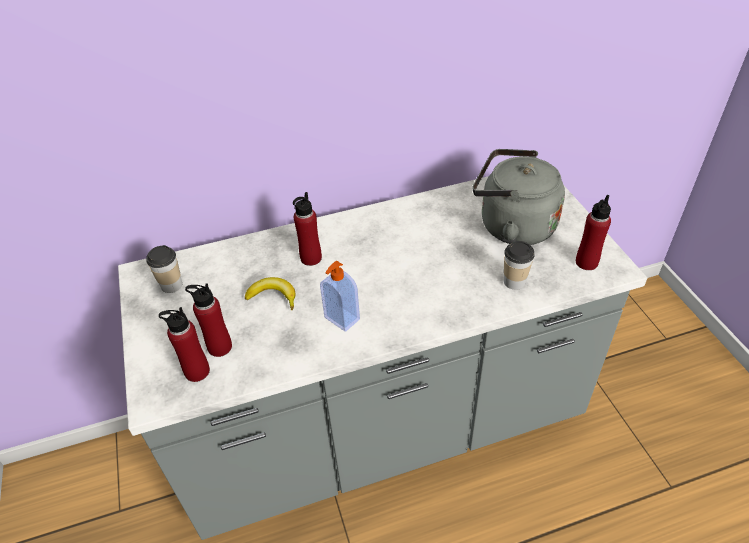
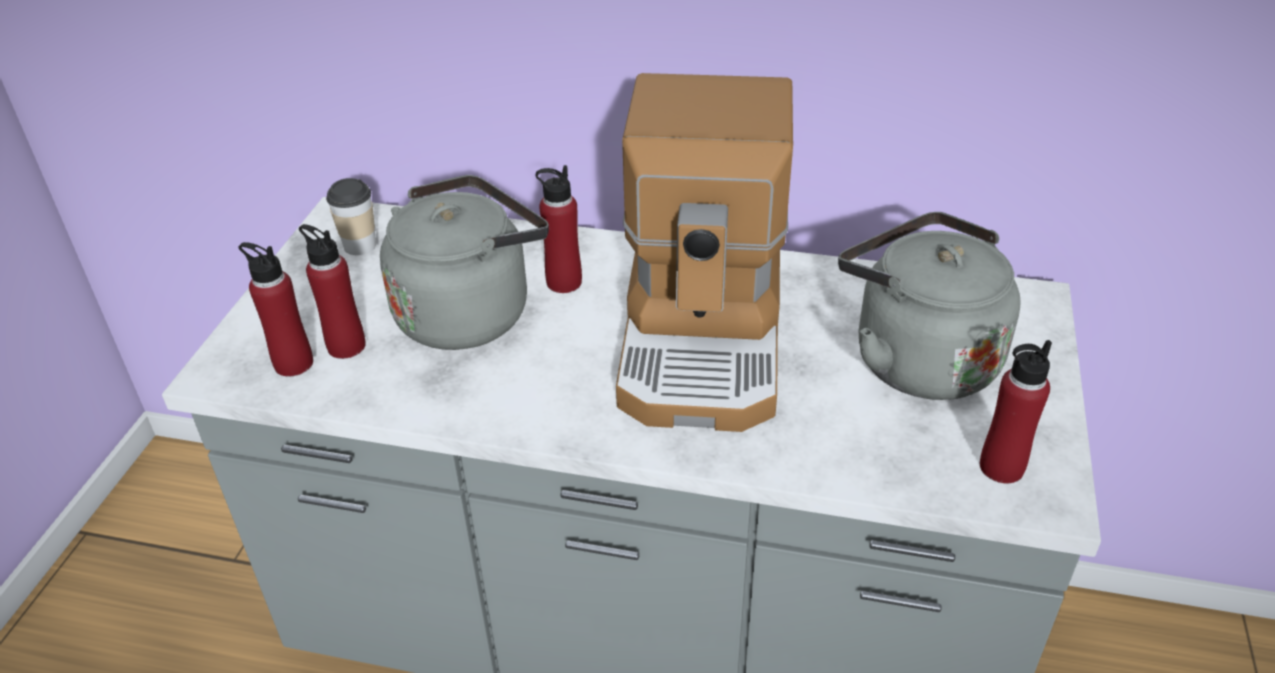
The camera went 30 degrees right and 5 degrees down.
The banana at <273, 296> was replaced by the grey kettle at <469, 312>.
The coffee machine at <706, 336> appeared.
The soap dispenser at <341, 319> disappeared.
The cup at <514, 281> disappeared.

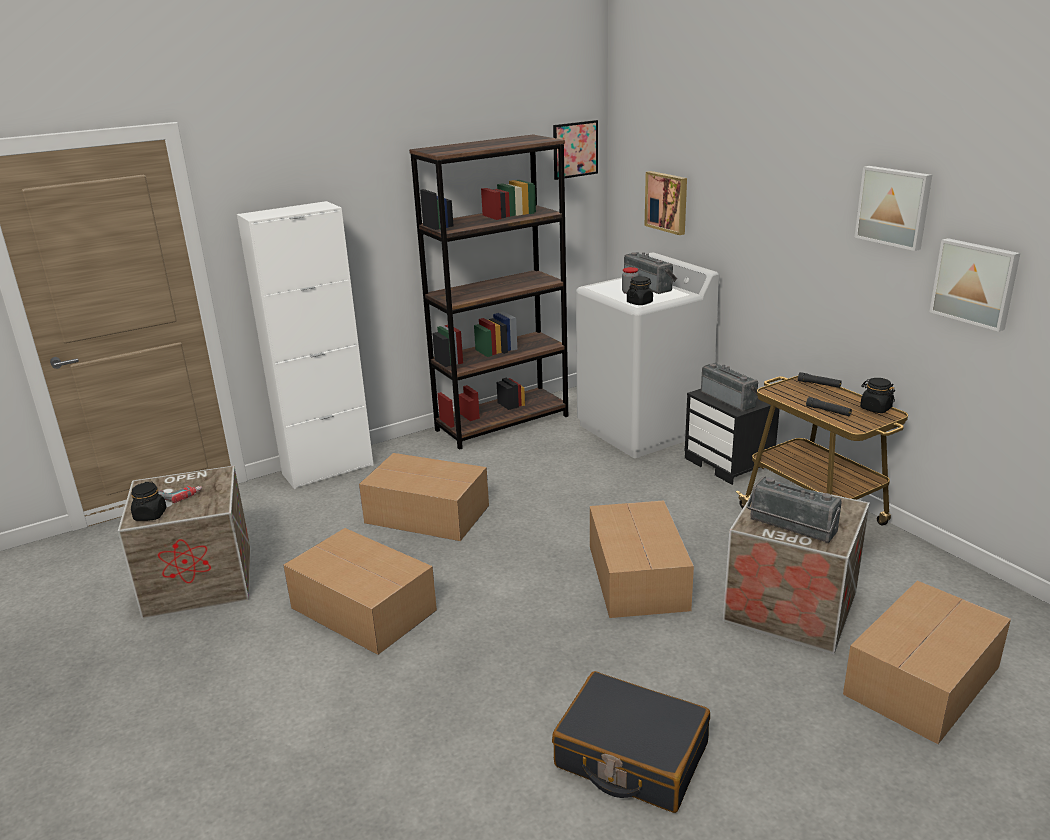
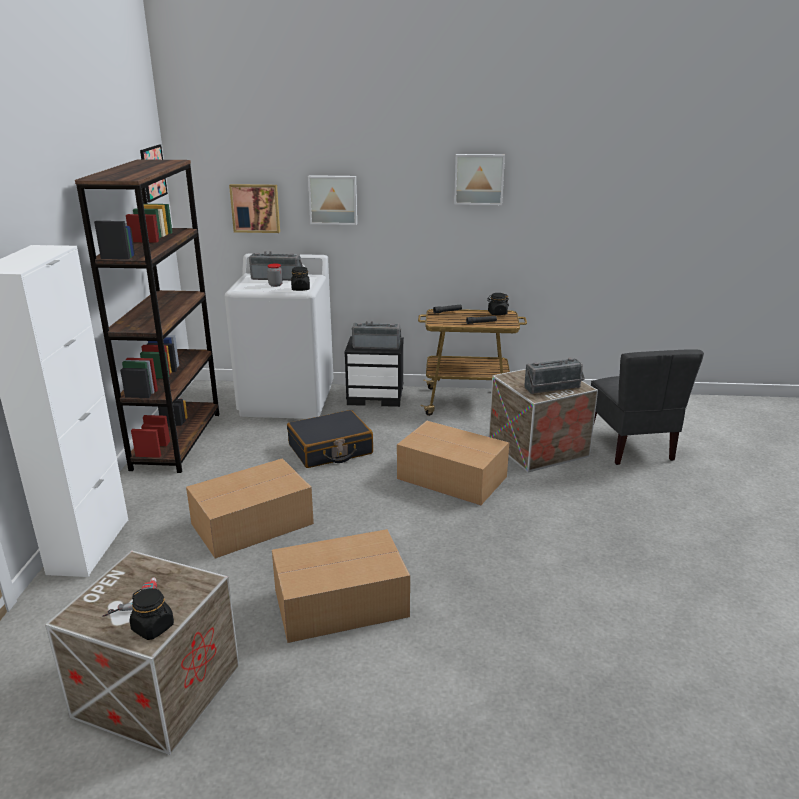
The camera went 55 degrees left and 0 degrees up.
The black suitcase moved from <631, 756> to <330, 450>.
The picture moved from <975, 283> to <333, 199>.
The cardboard box at <919, 681> was replaced by the grey chair at <631, 447>.

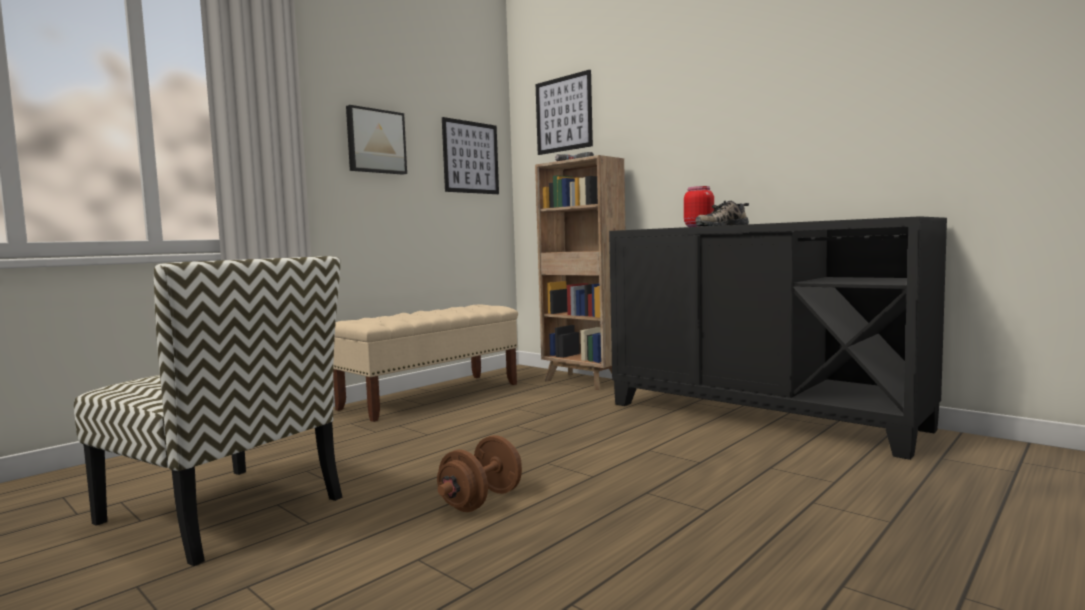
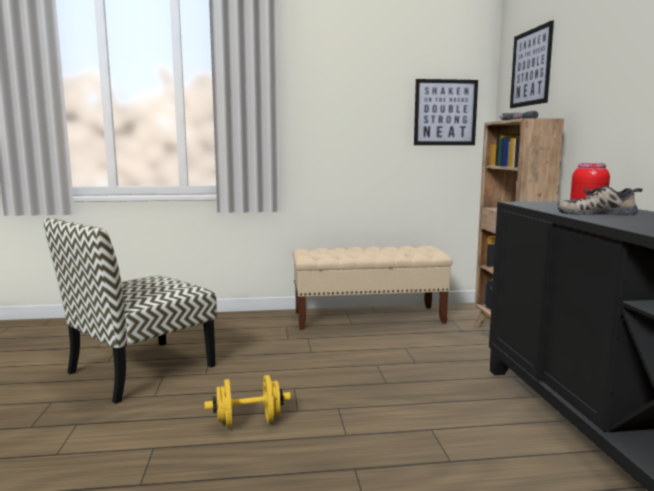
The camera went 40 degrees right and 5 degrees up.
The chair at <225, 510> turned 60 degrees clockwise.
The brown dumbbell at <481, 500> became the yellow dumbbell at <248, 421>.
The picture at <375, 141> disappeared.

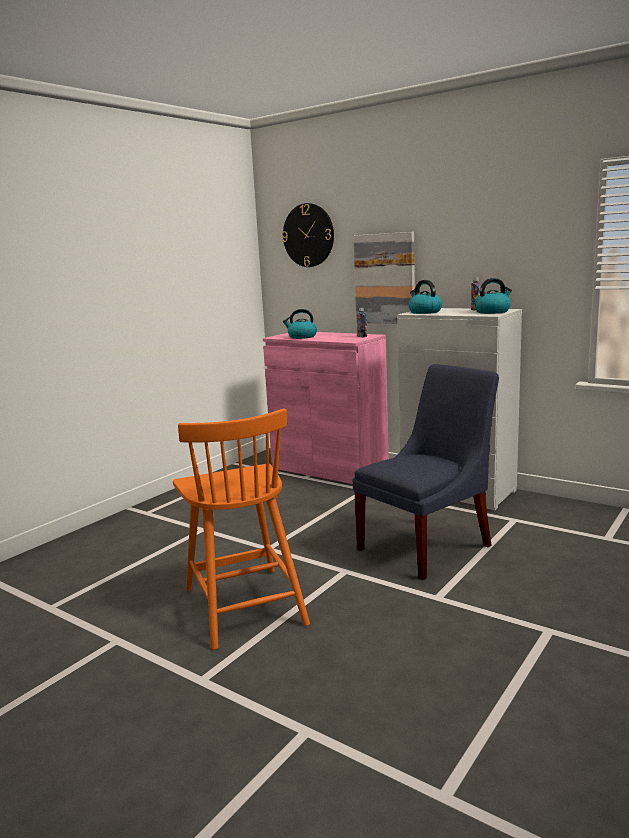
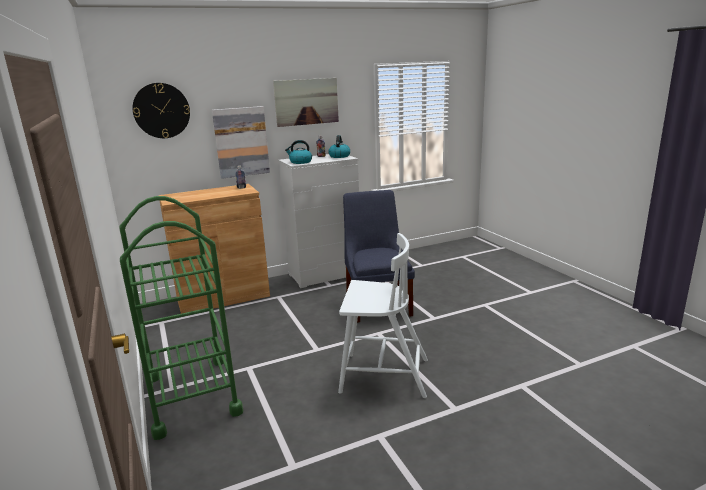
The camera went 60 degrees left and 5 degrees up.
The green cart at <192, 395> appeared.
The pink cabinet at <329, 468> became the brown cabinet at <223, 297>.
The picture at <306, 102> appeared.
The orange chair at <244, 605> became the white chair at <382, 375>.
The kettle at <301, 337> disappeared.

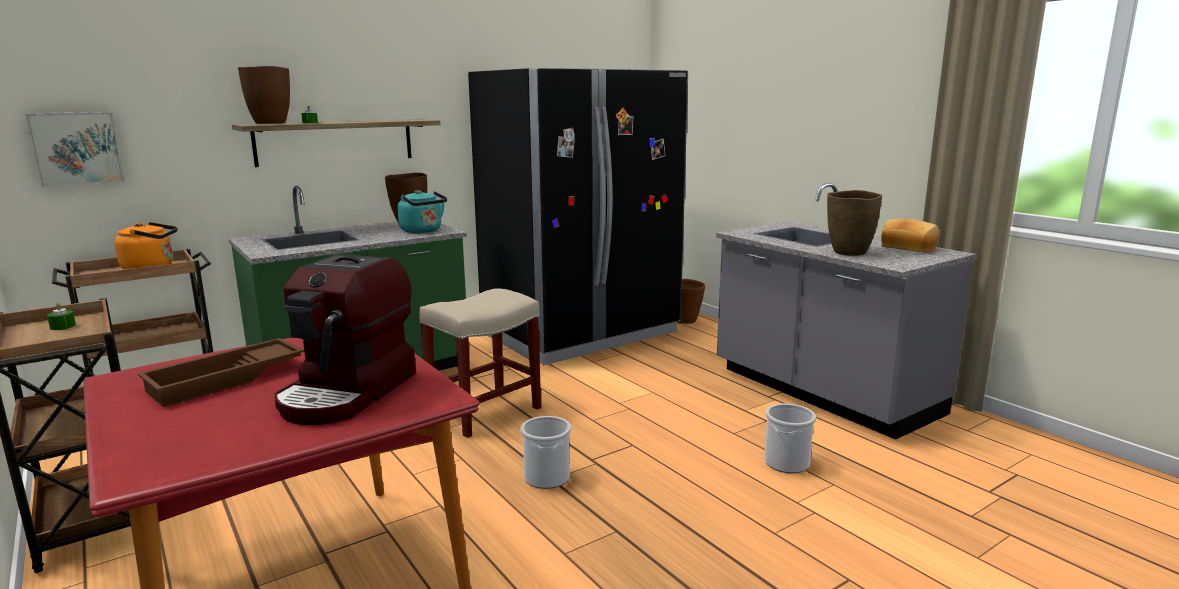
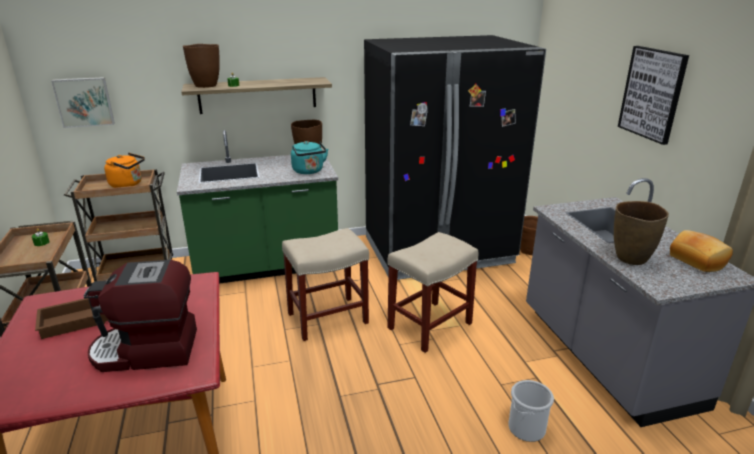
The camera went 20 degrees right and 10 degrees up.
The coffee machine at <348, 392> turned 45 degrees clockwise.
The beige stool at <429, 326> appeared.
The picture at <652, 94> appeared.
The bucket at <547, 478> disappeared.

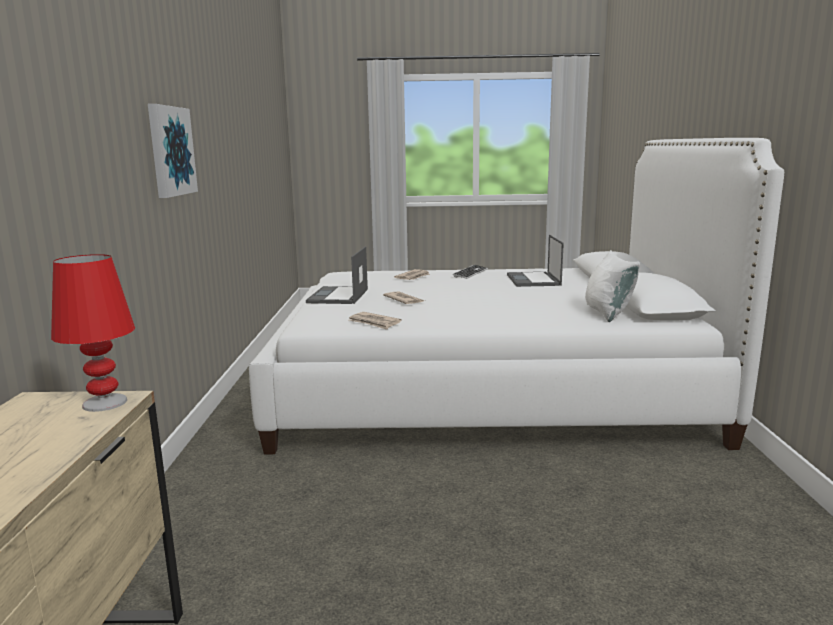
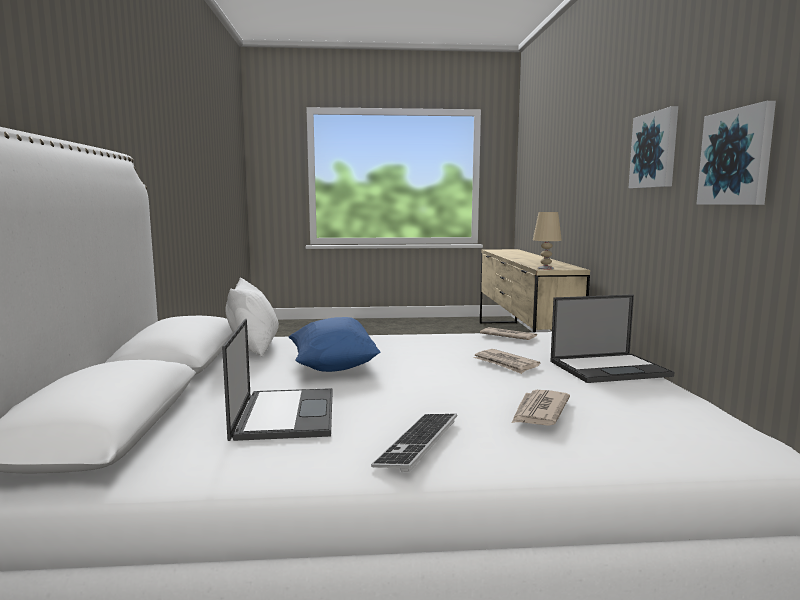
The camera went 175 degrees right and 5 degrees down.
The blue pillow at <333, 366> appeared.
The red table lamp at <105, 403> became the beige table lamp at <545, 268>.
The laptop at <338, 296> turned 75 degrees clockwise.
The picture at <654, 150> appeared.

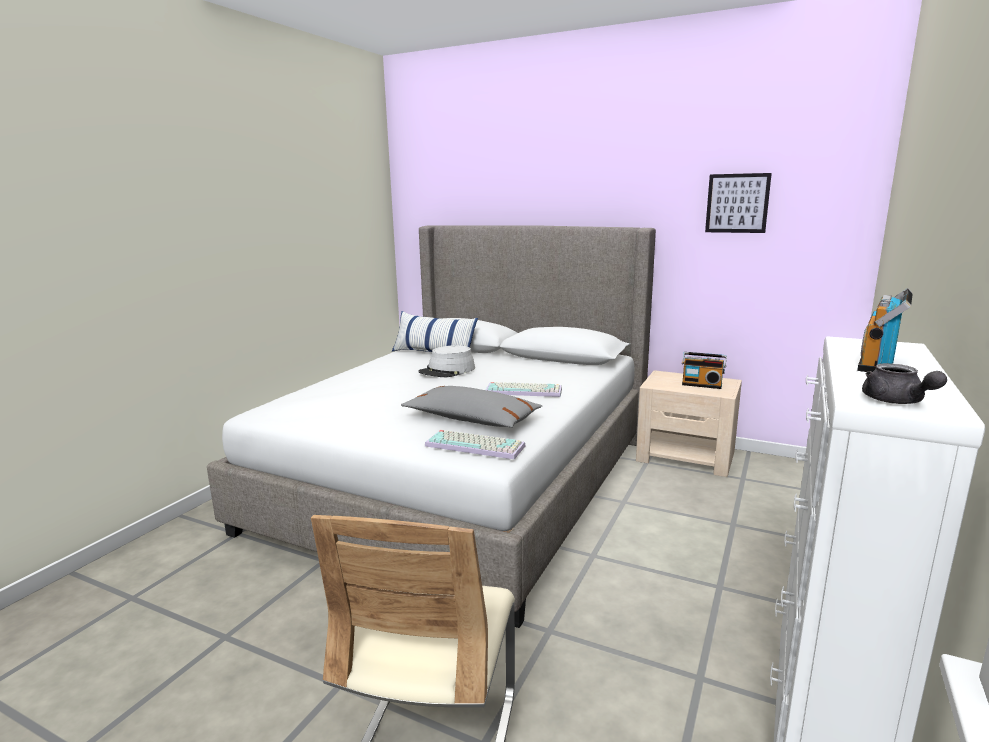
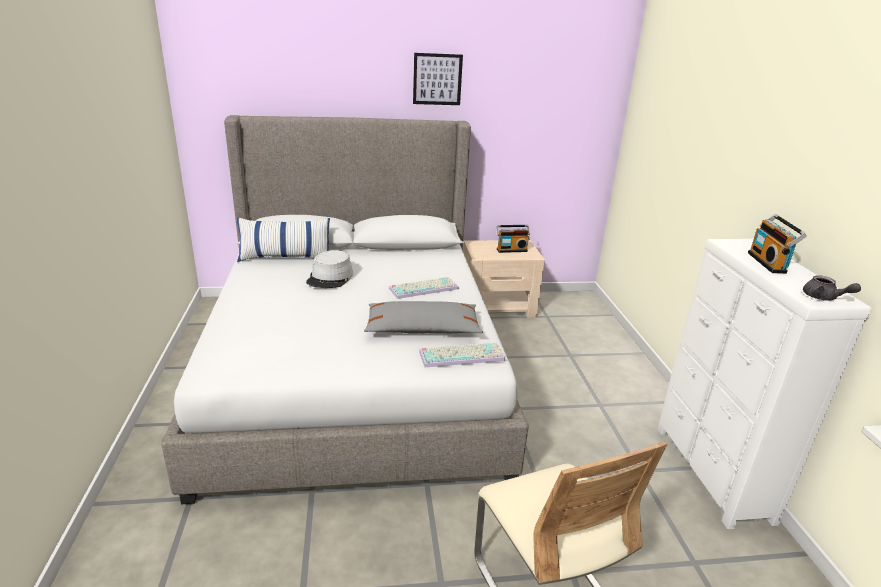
The camera went 35 degrees left and 10 degrees up.
The picture moved from <737, 203> to <437, 79>.

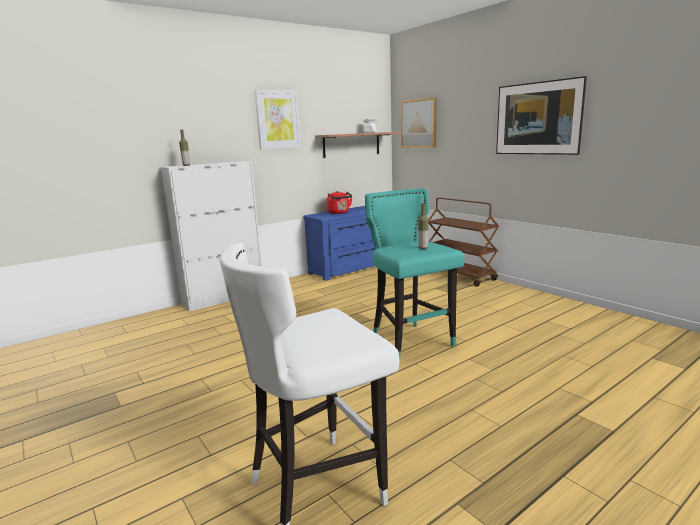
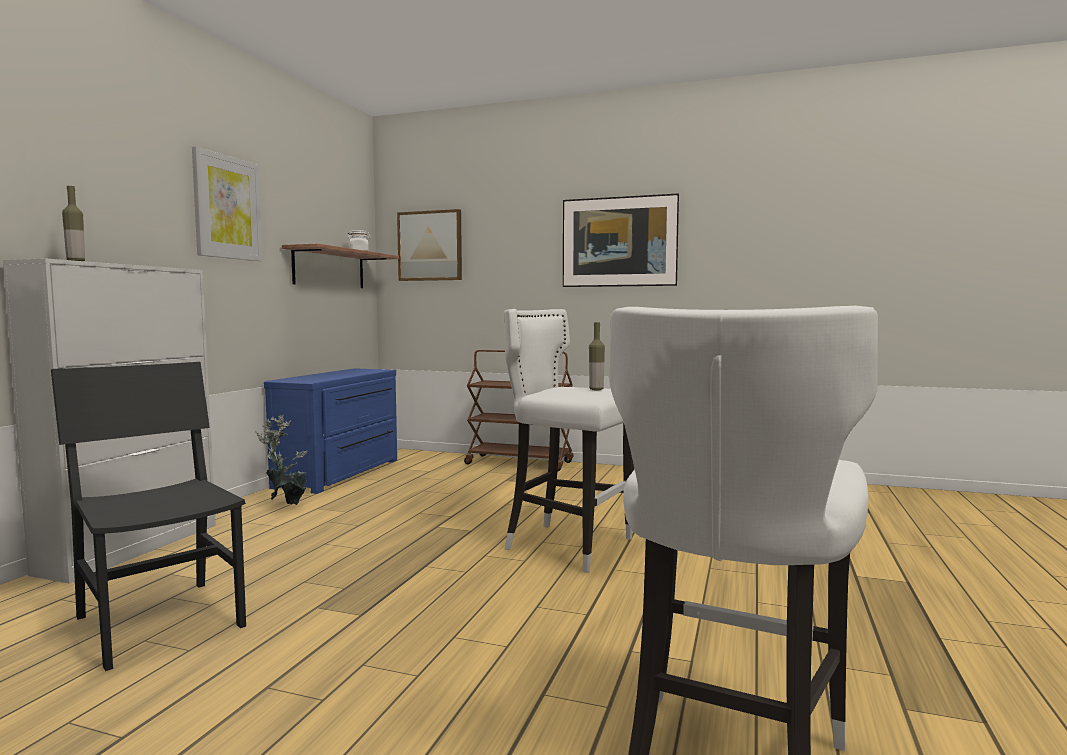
The camera went 35 degrees left and 10 degrees down.
The black chair at <161, 621> appeared.
The potted plant at <286, 504> appeared.
The turquoise stool at <411, 342> became the white stool at <570, 546>.
The red kettle at <339, 213> disappeared.

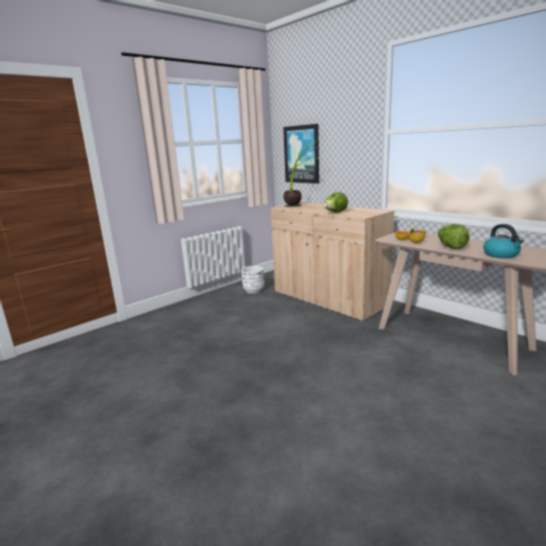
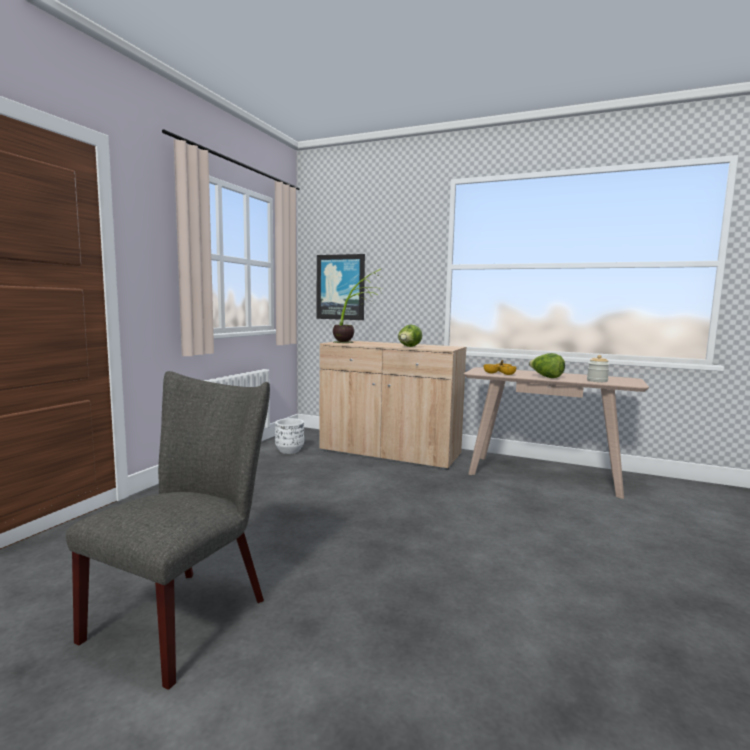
The camera went 25 degrees left and 10 degrees down.
The grey chair at <187, 614> appeared.
The kettle at <501, 255> was replaced by the jar at <597, 381>.

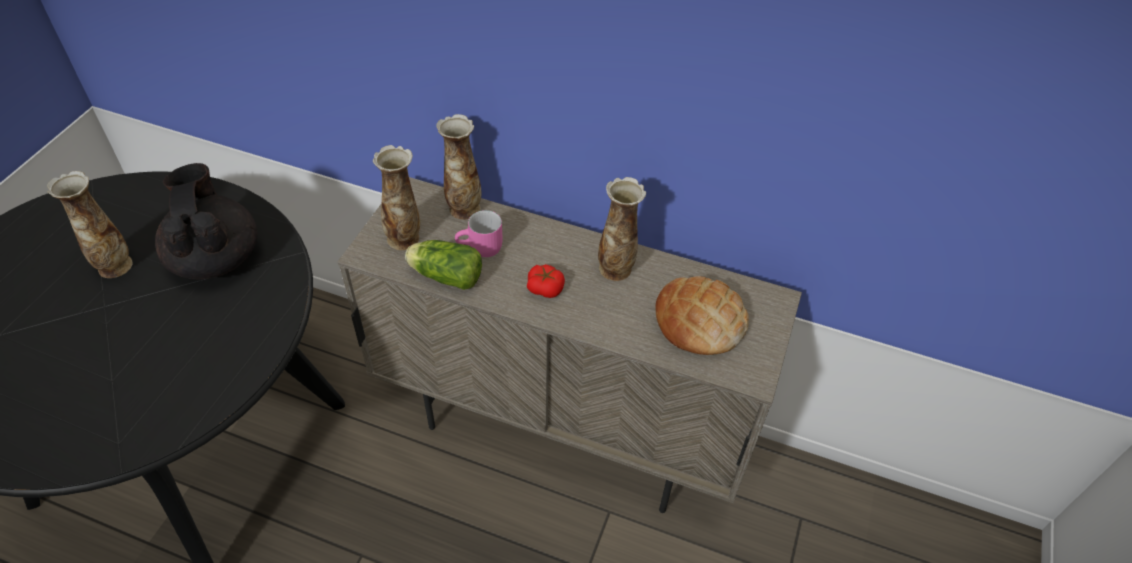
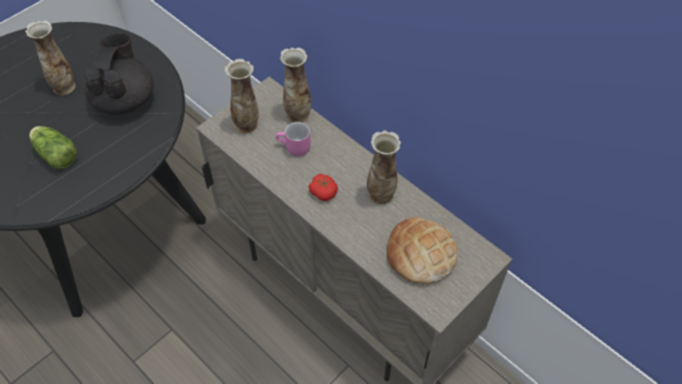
The camera went 25 degrees right and 5 degrees up.
The lettuce moved from <444, 275> to <55, 154>.

